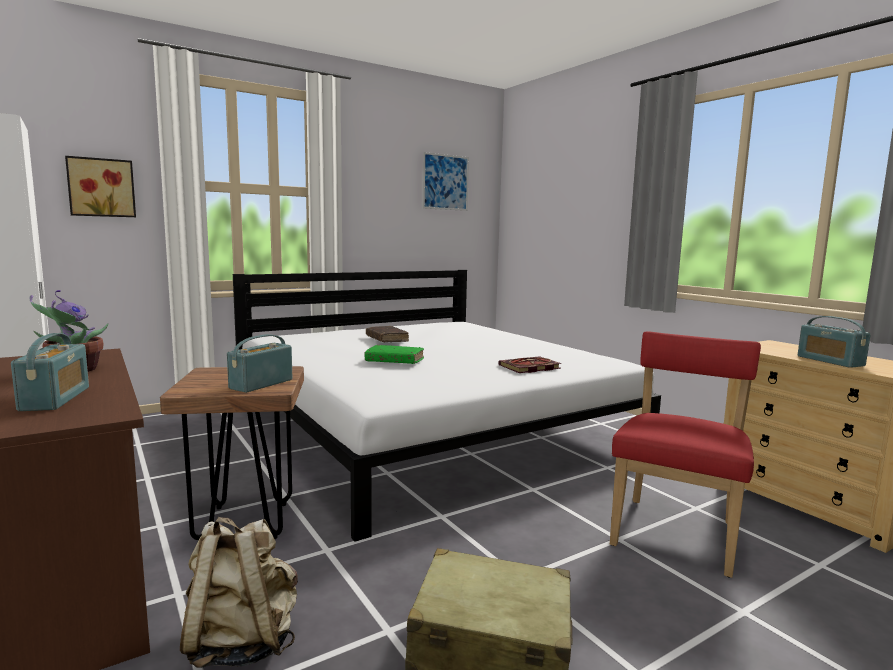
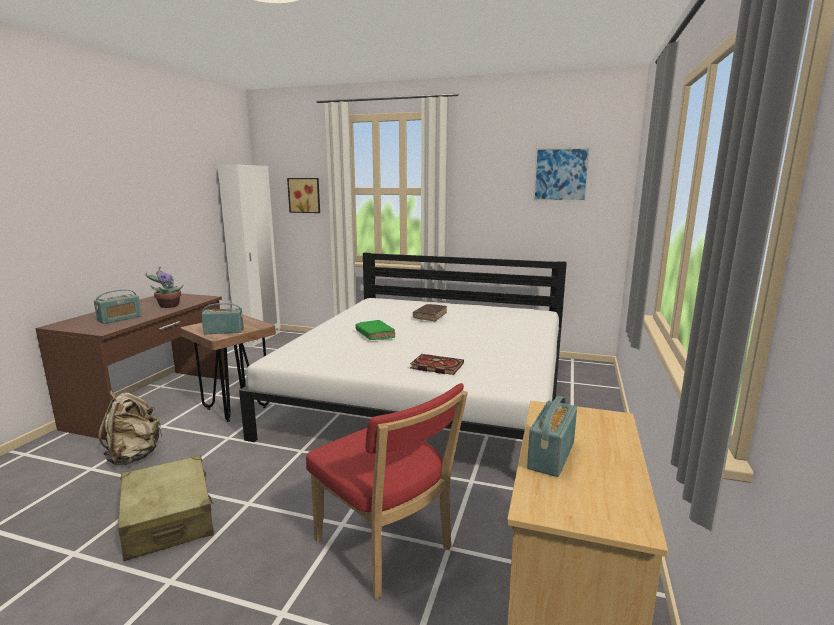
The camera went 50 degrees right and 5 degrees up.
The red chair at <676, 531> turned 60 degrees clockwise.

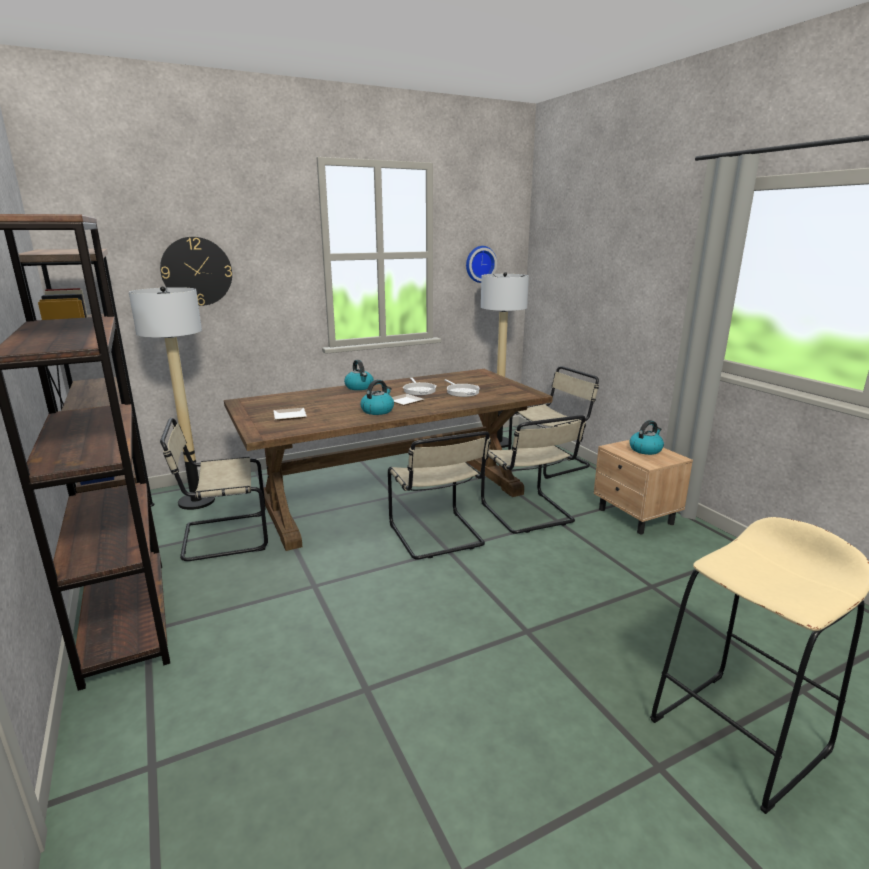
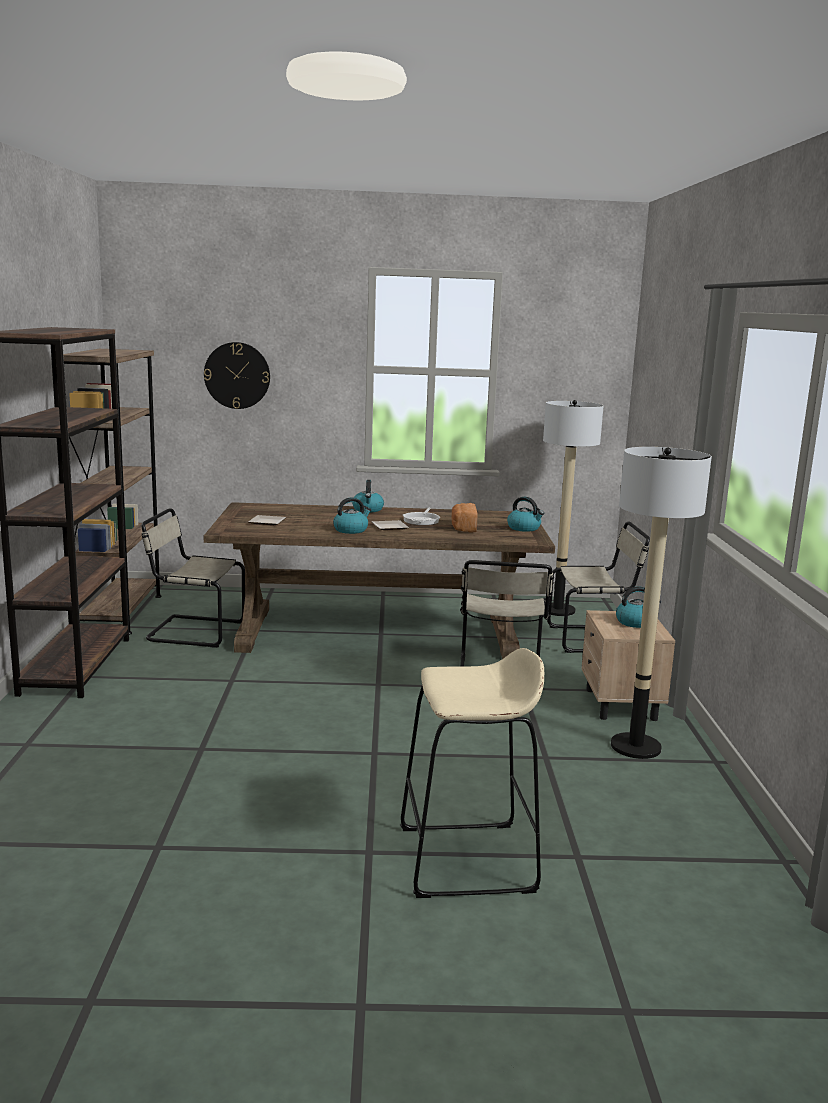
The camera went 25 degrees right and 5 degrees down.
The frying pan at <461, 392> was replaced by the bread at <463, 528>.
The kettle at <524, 528> appeared.
The floor lamp moved from <197, 501> to <636, 747>.
The beige chair at <437, 536> disappeared.
The wall clock at <479, 264> disappeared.

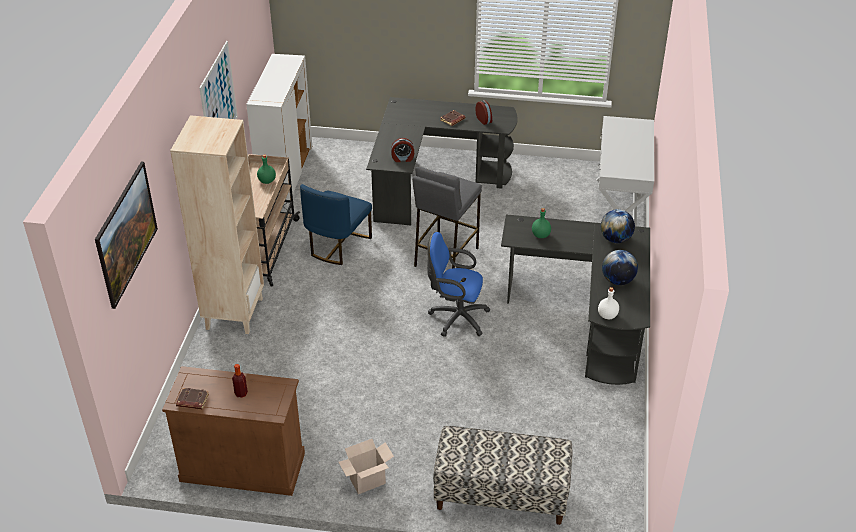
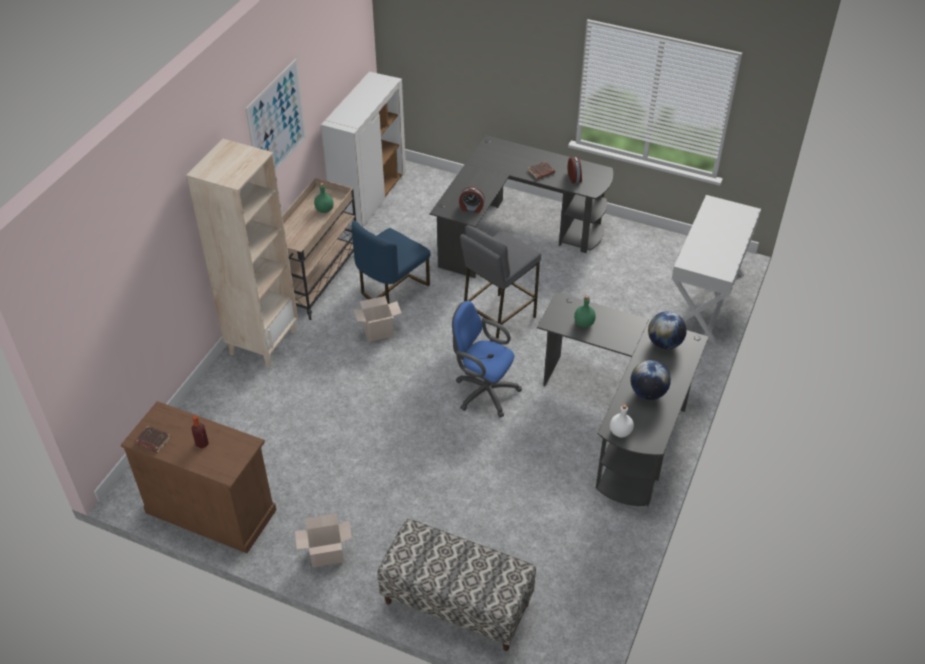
The camera went 15 degrees right and 5 degrees up.
The cardboard box at <379, 332> appeared.
The picture at <130, 250> disappeared.

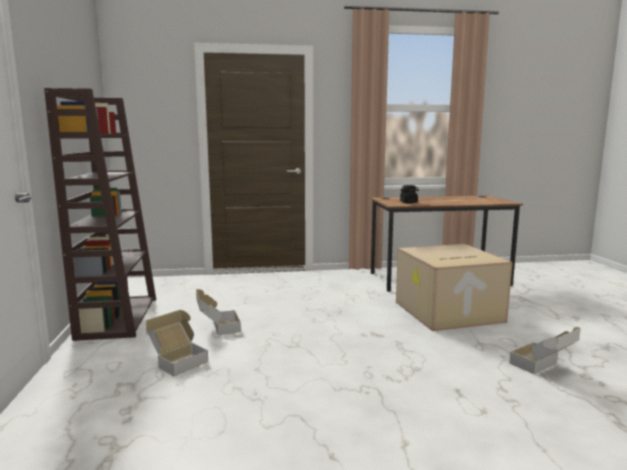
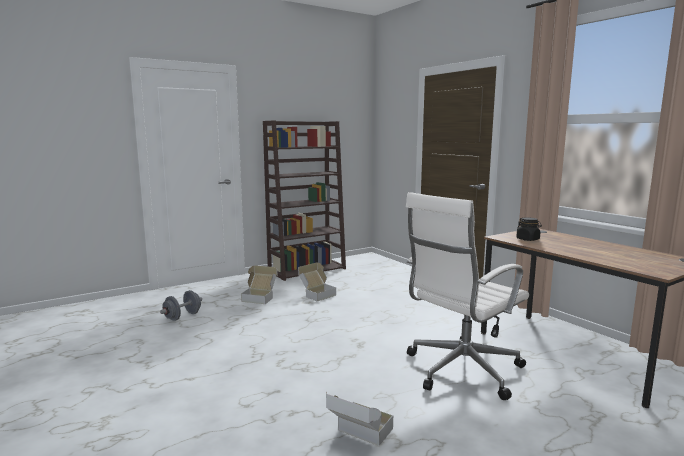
The camera went 65 degrees right and 0 degrees up.
The grey dumbbell at <182, 316> appeared.
The cardboard box at <447, 312> was replaced by the white office chair at <460, 370>.

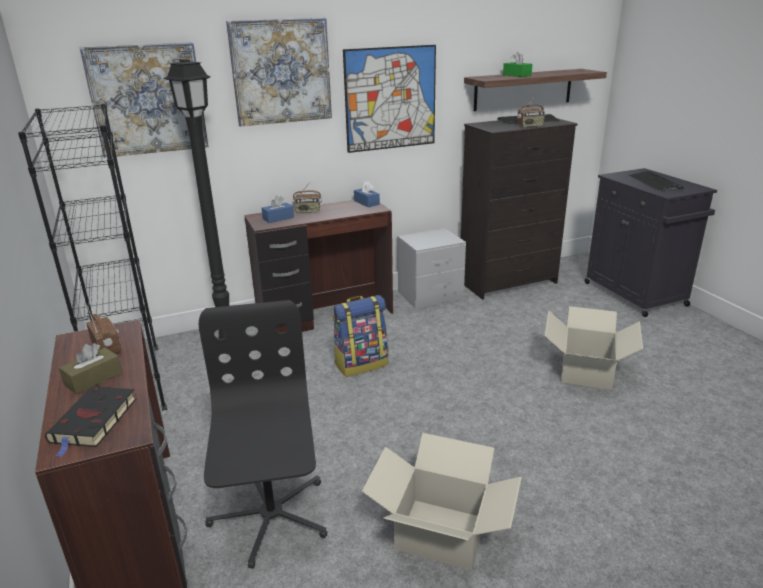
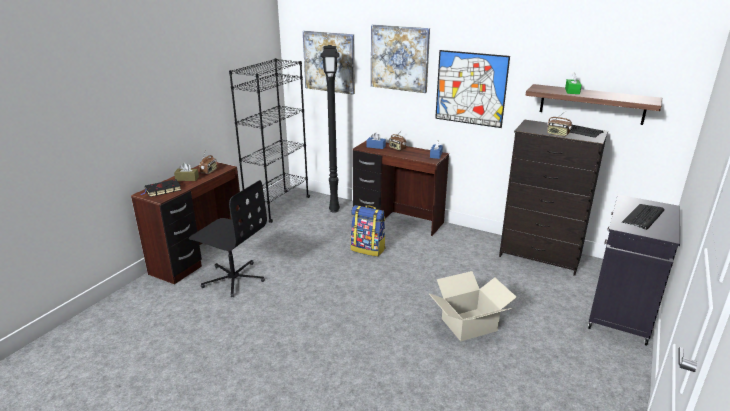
The camera went 50 degrees right and 0 degrees up.
The black office chair at <270, 517> turned 75 degrees clockwise.
The cardboard box at <441, 532> disappeared.
The grey nightstand at <430, 295> disappeared.

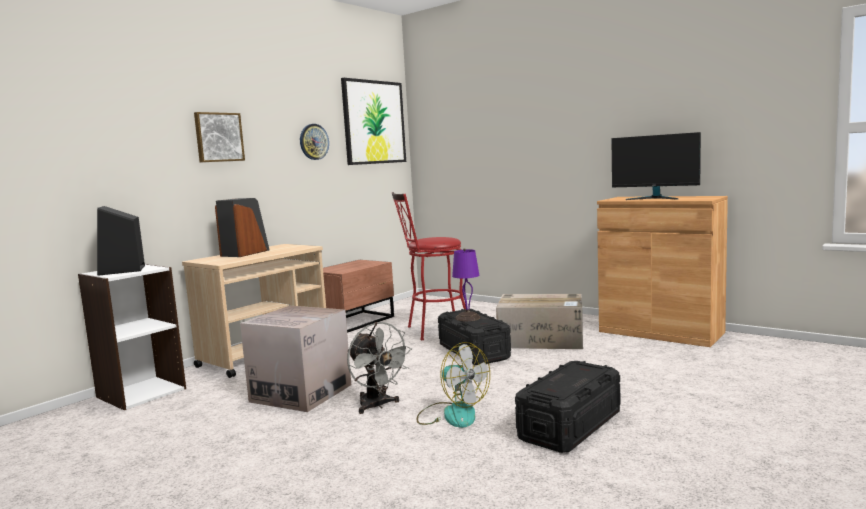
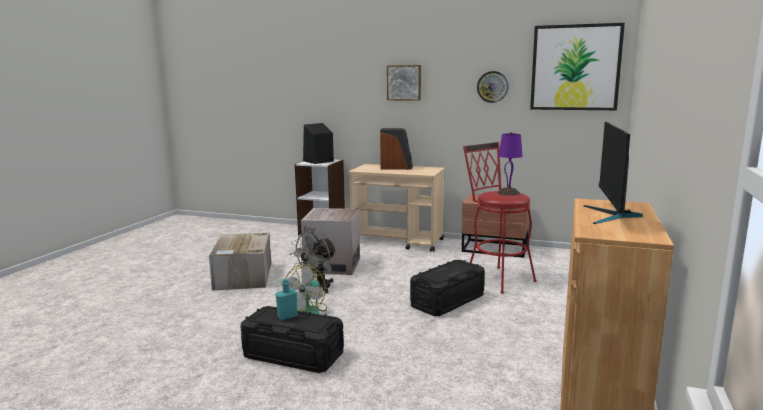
The camera went 70 degrees right and 5 degrees up.
The cardboard box moved from <542, 339> to <243, 276>.
The turquoise bottle at <287, 316> appeared.
The purple table lamp moved from <467, 318> to <508, 193>.

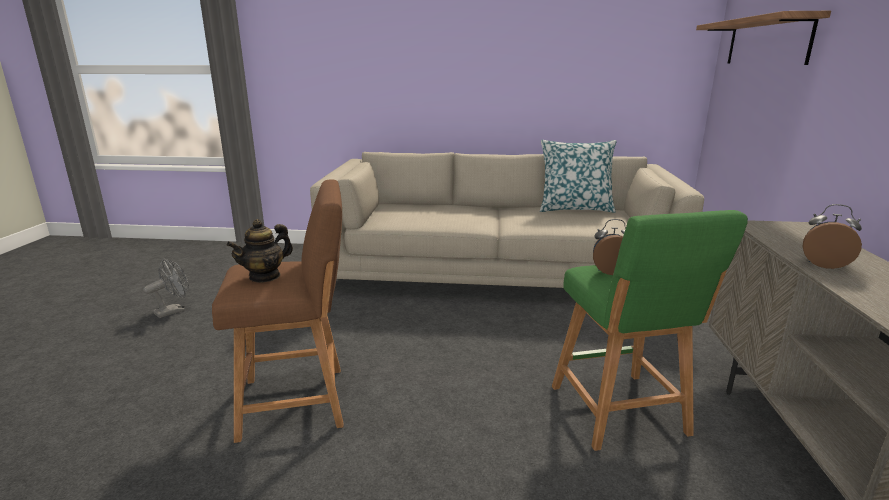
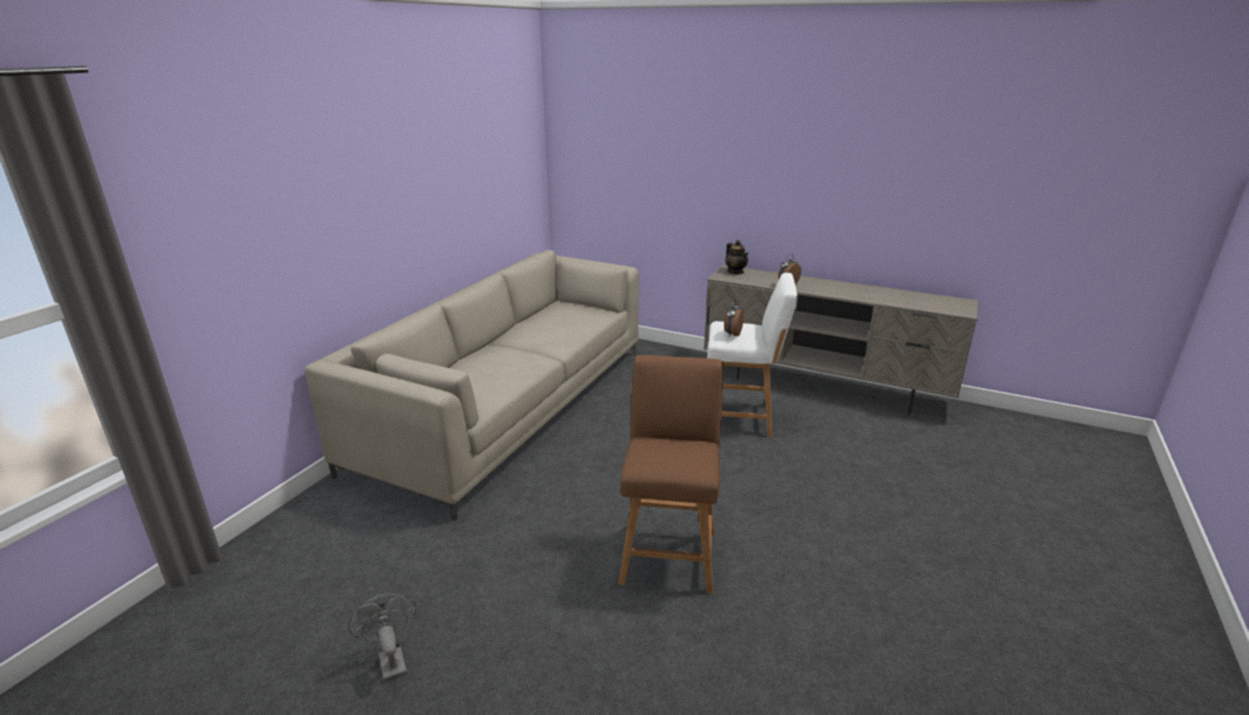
The camera went 70 degrees left and 5 degrees up.
The green stool at <621, 414> became the white stool at <742, 418>.
The teapot moved from <265, 276> to <735, 272>.
The pillow at <574, 209> disappeared.
The shelf at <767, 41> disappeared.

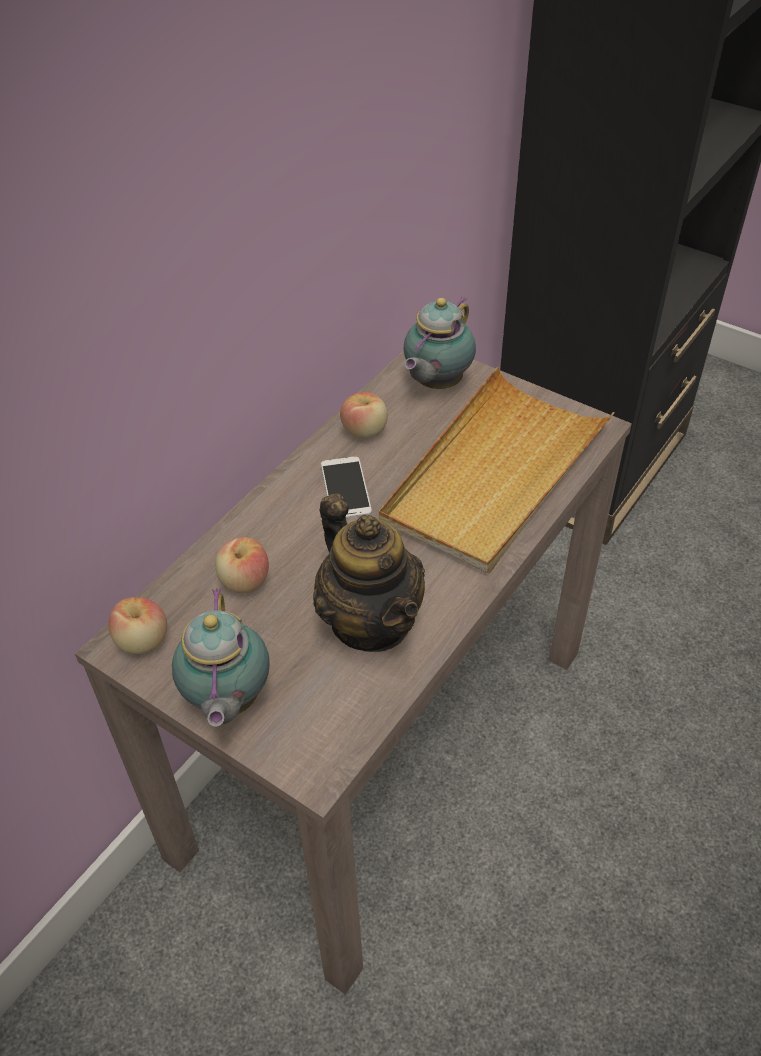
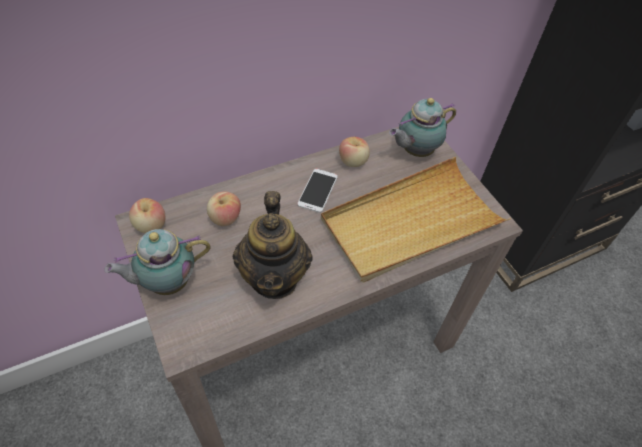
The camera went 25 degrees right and 5 degrees up.
The teapot at <227, 702> turned 45 degrees clockwise.

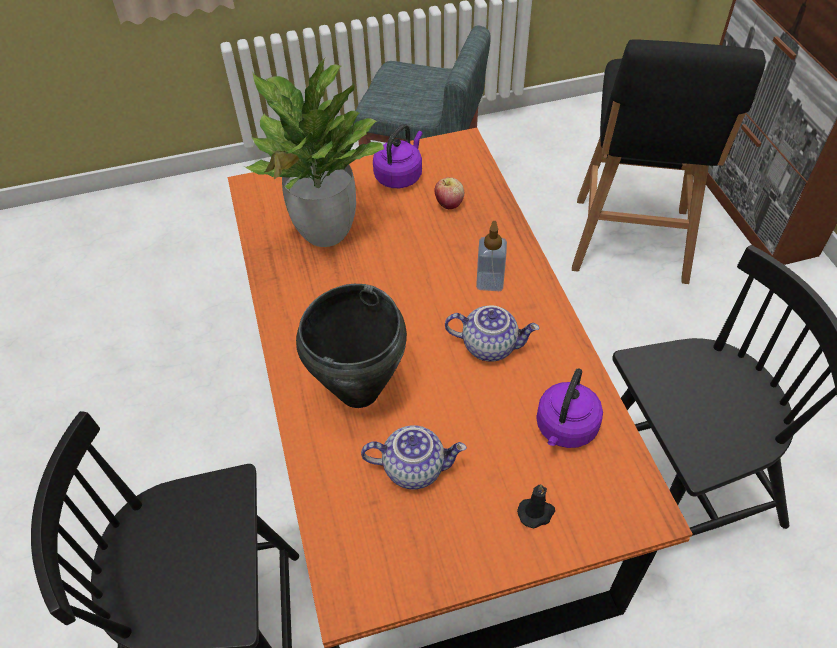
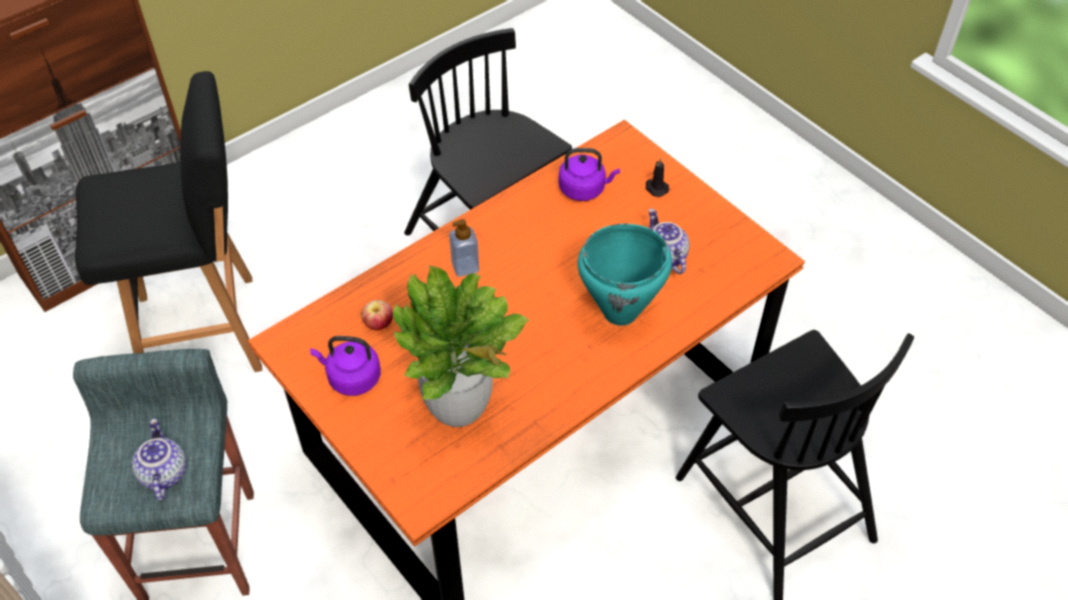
The camera went 115 degrees left and 0 degrees up.
The teapot moved from <490, 345> to <163, 473>.
The black cooking pot at <358, 391> became the turquoise cooking pot at <621, 312>.

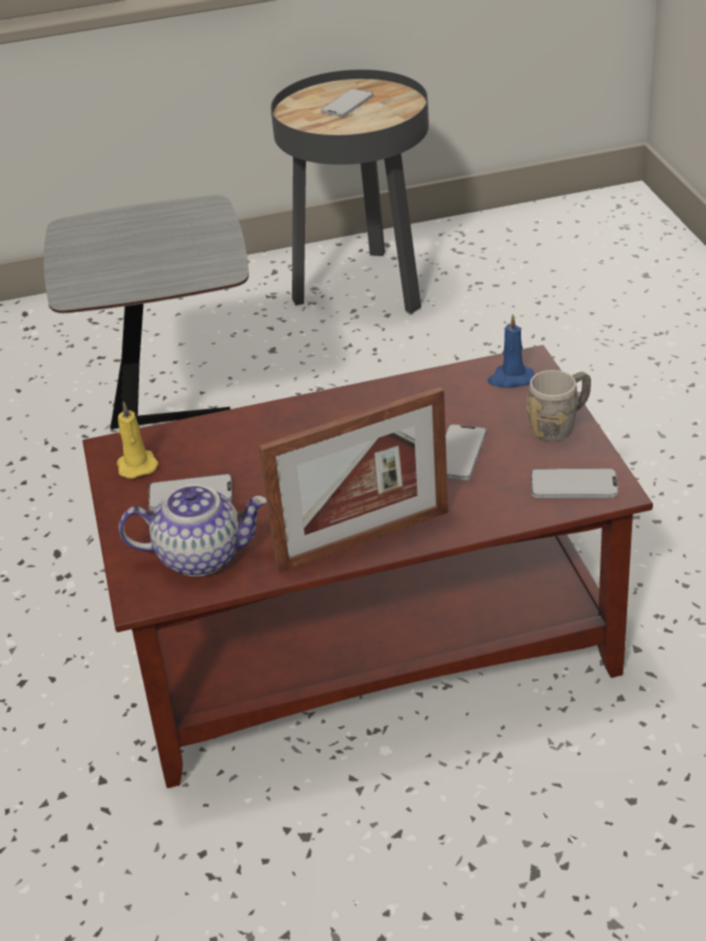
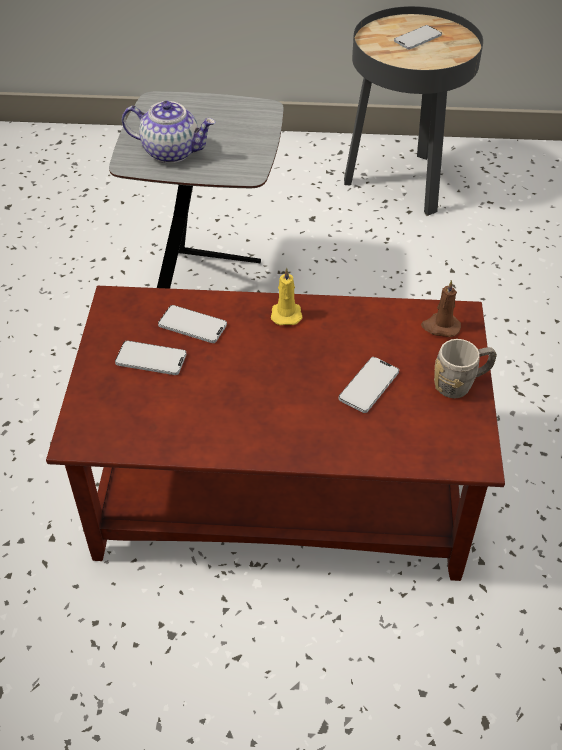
The camera went 15 degrees right and 10 degrees up.
The teapot moved from <201, 555> to <172, 151>.
The phone moved from <573, 485> to <192, 325>.
The yellow candle moved from <136, 465> to <286, 313>.
The blue candle at <510, 379> became the brown candle at <440, 327>.
The picture frame at <363, 540> disappeared.

